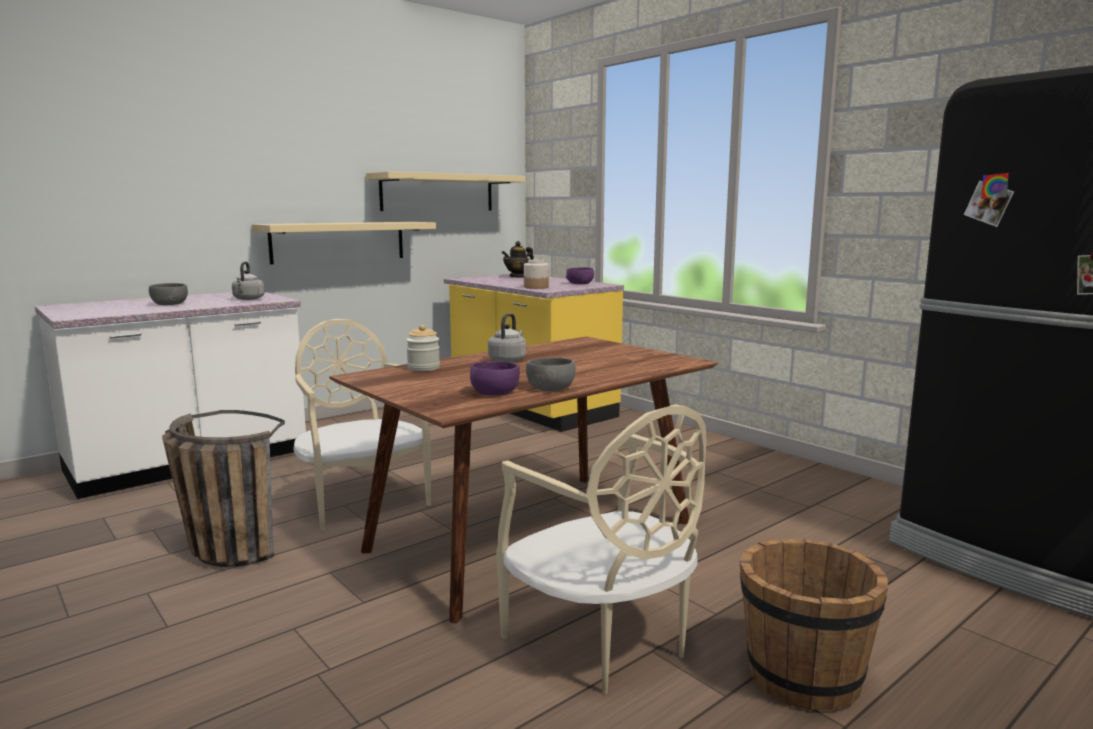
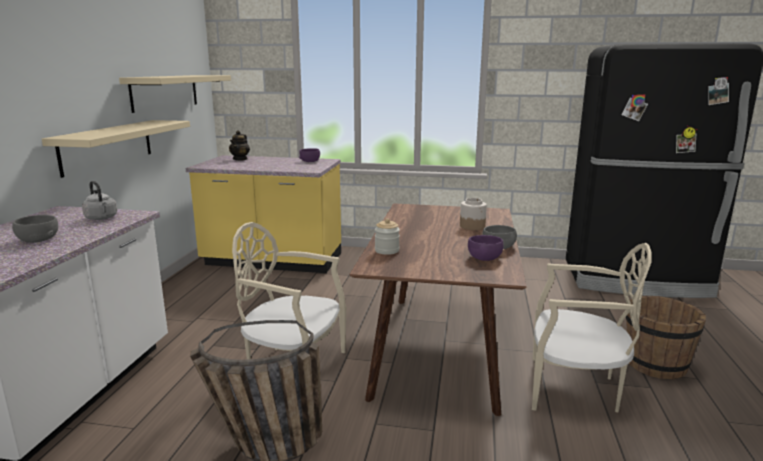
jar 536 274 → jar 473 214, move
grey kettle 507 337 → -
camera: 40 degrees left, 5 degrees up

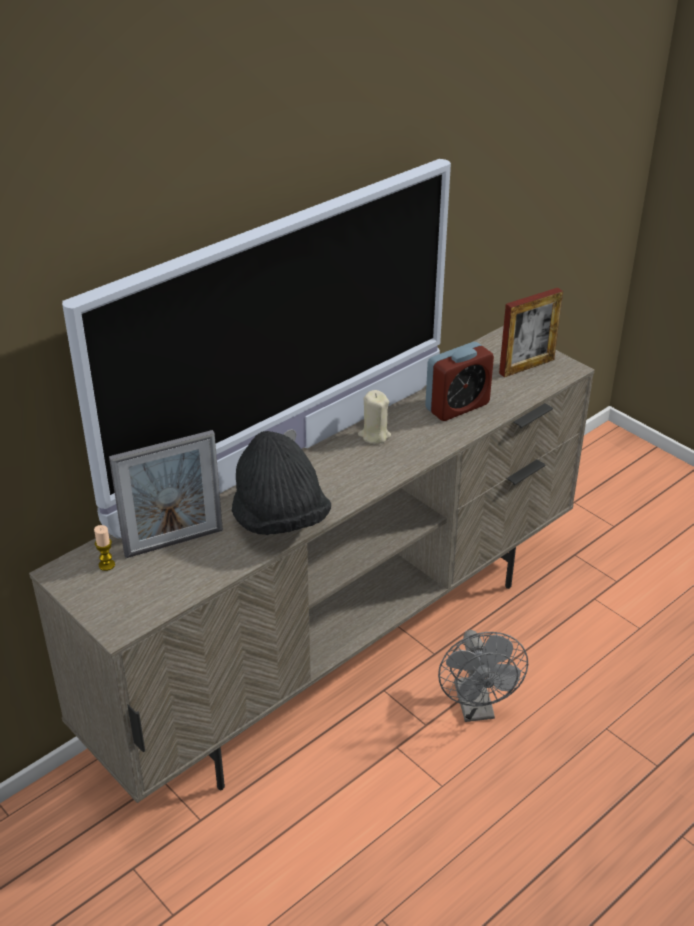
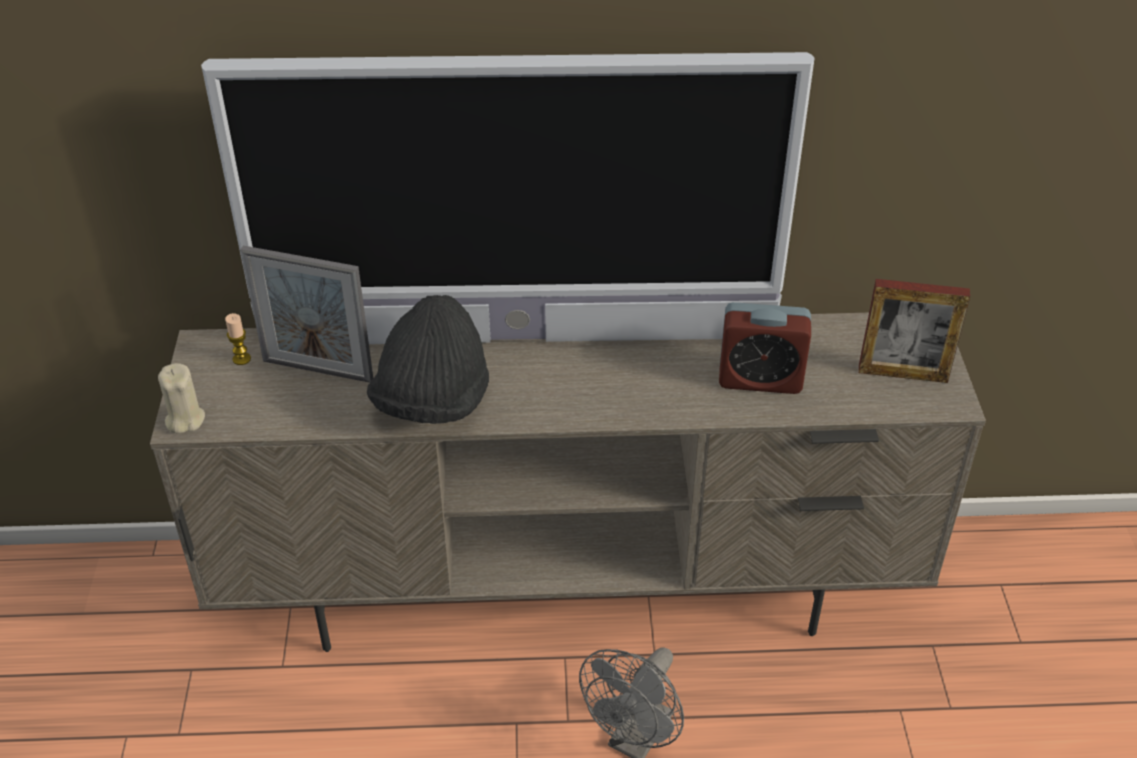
beige candle 374 417 → beige candle 181 398, move
camera: 40 degrees right, 5 degrees up

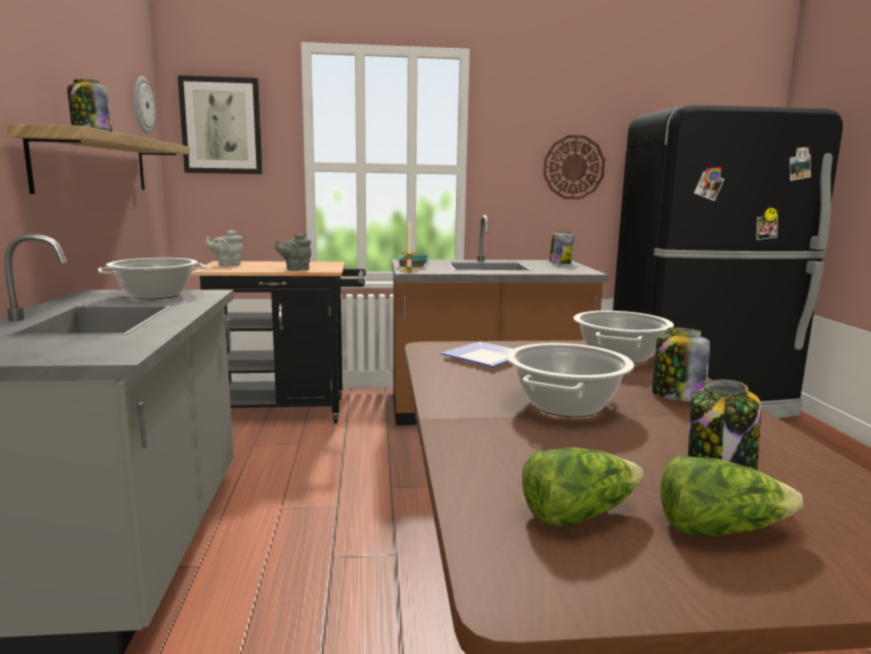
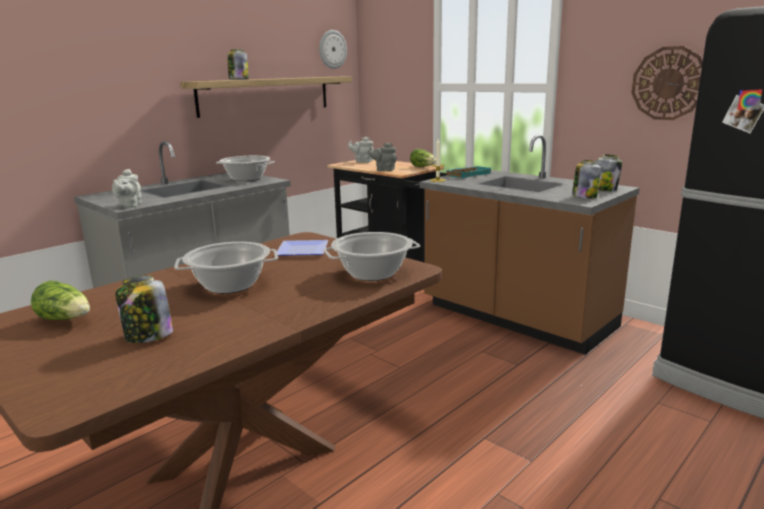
- → grey teapot 127 188
lettuce 732 496 → lettuce 423 158, move
jar 681 364 → jar 586 179, move
picture 220 124 → -
camera: 50 degrees right, 5 degrees up

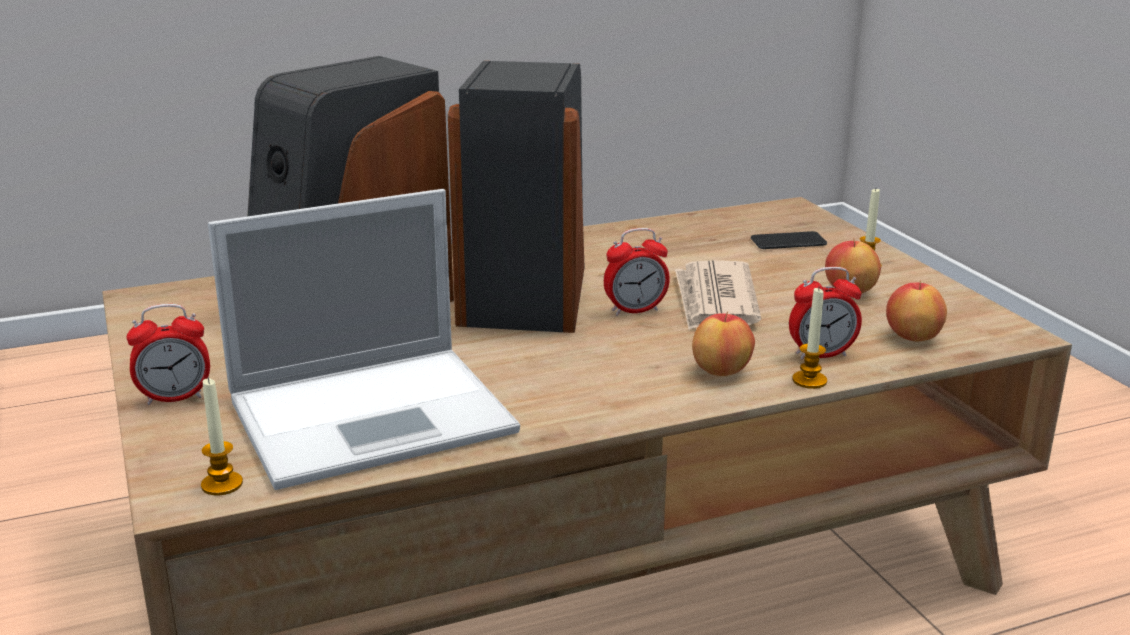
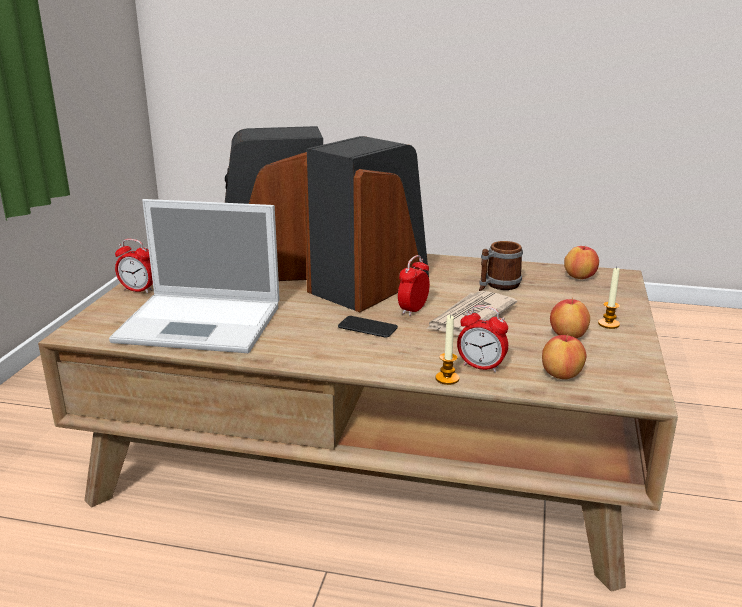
phone 789 240 → phone 368 326, move
alarm clock 637 272 → alarm clock 414 285, 105 degrees clockwise
- → mug 501 266
apple 723 344 → apple 581 262, move
candle 222 436 → -
camera: 35 degrees right, 0 degrees up

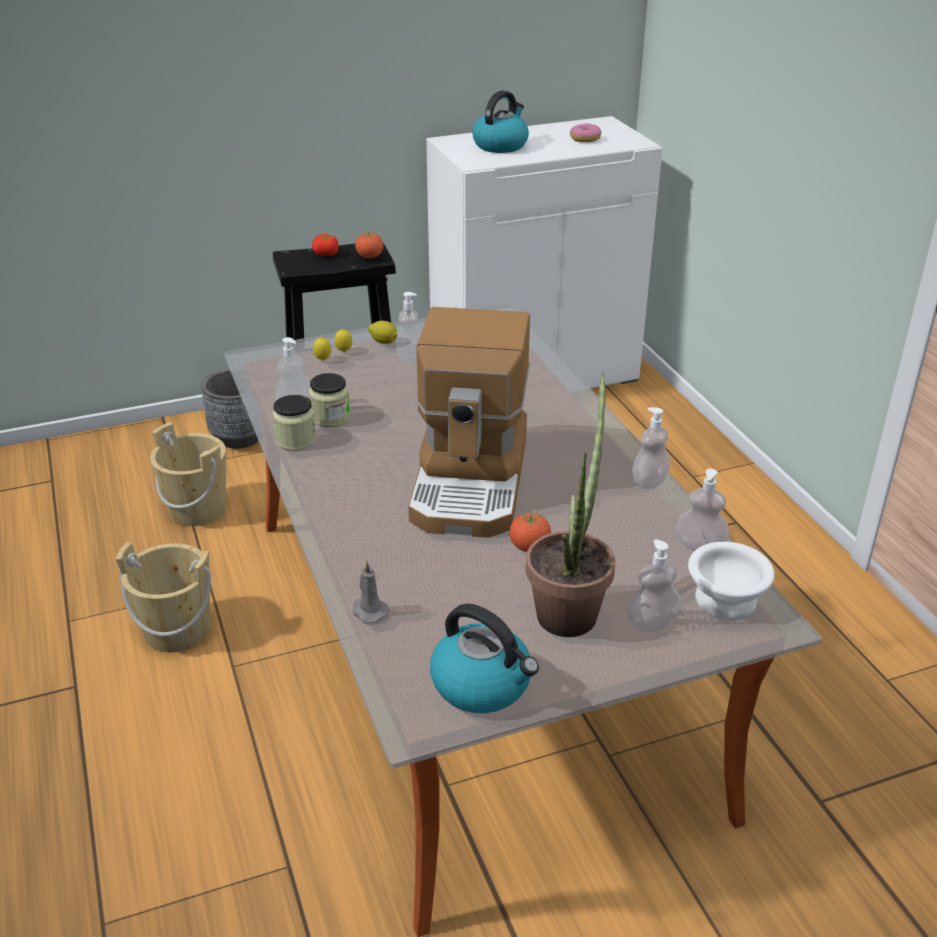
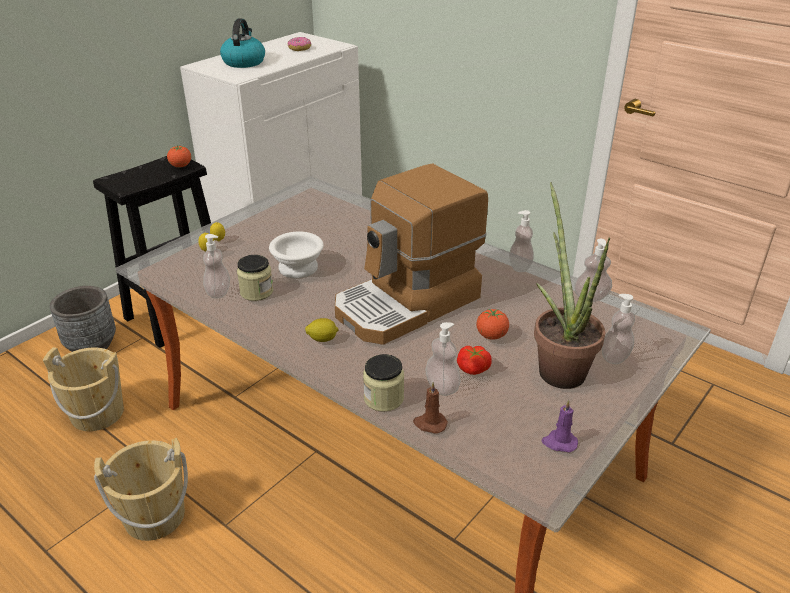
white bowl 731 581 → white bowl 296 255, move
lemon 382 332 → lemon 322 330, move
coffee machine 469 422 → coffee machine 411 254, 75 degrees clockwise
jar 294 423 → jar 383 382, move
grey candle 370 592 → brown candle 430 408
soap dispenser 408 327 → soap dispenser 443 359, move
tomato 325 245 → tomato 474 360, move
kettle 484 658 → purple candle 559 426
camera: 30 degrees left, 0 degrees up

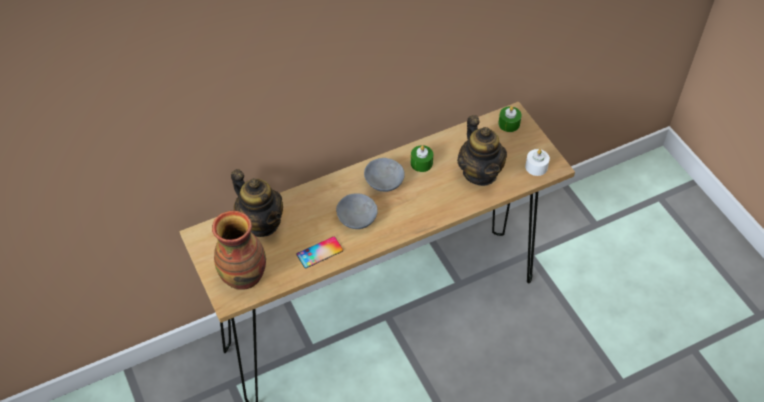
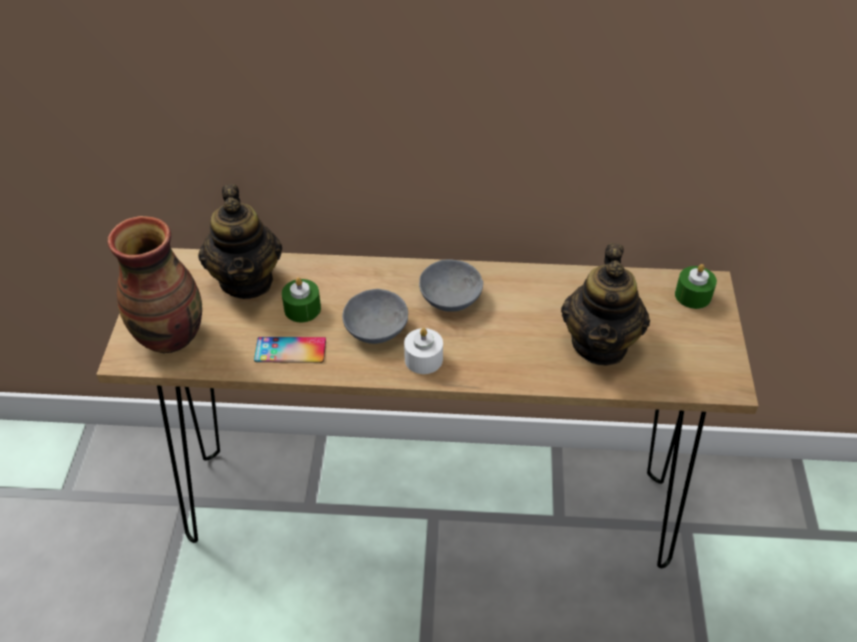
green candle 422 158 → green candle 301 299, move
white candle 537 162 → white candle 423 351, move
camera: 30 degrees right, 5 degrees down

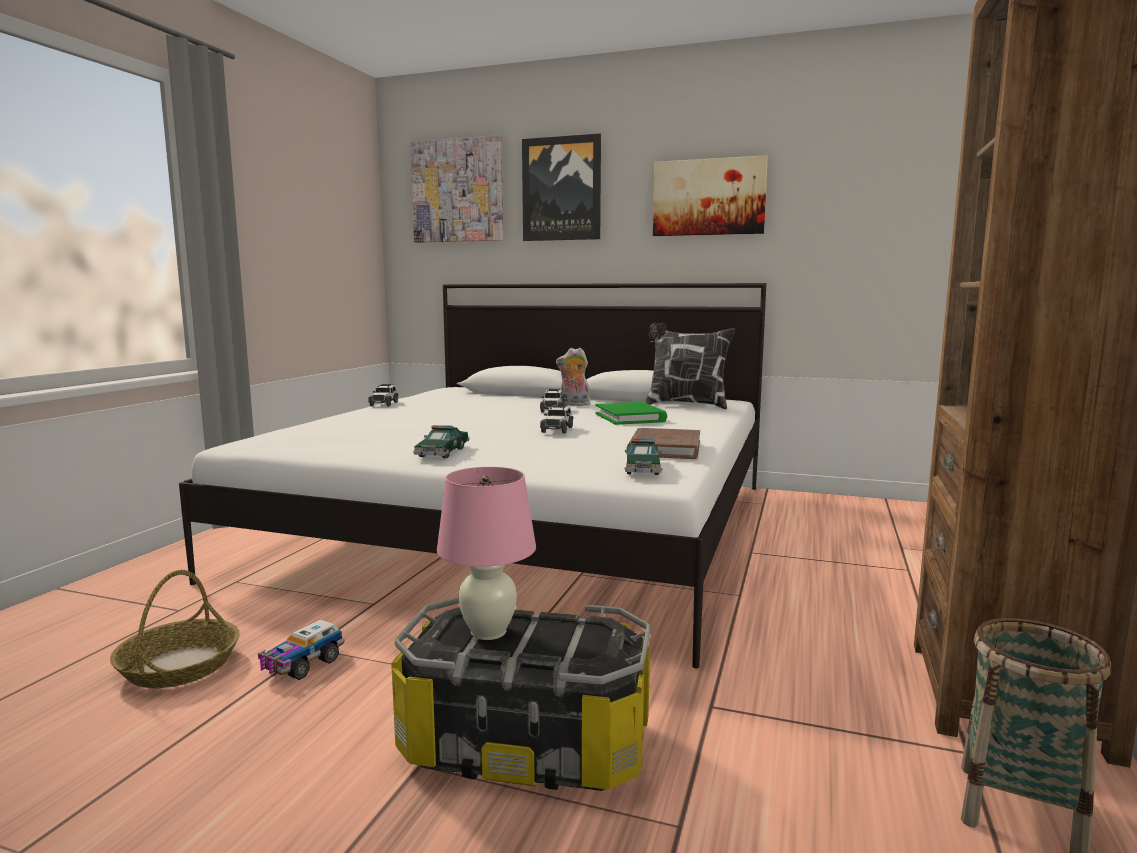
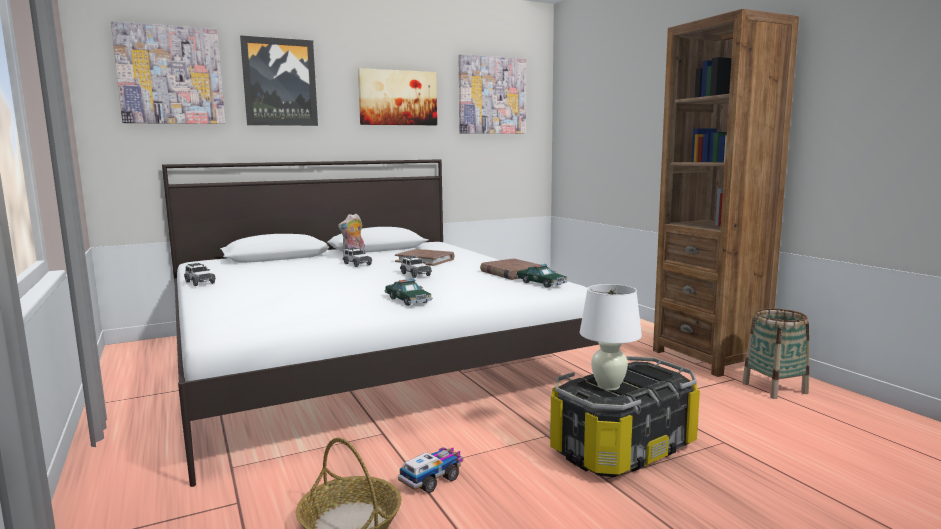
green book 631 413 → brown book 424 257
toy truck 301 650 → toy truck 430 470, 120 degrees counterclockwise
- → picture 492 94
pink table lamp 486 553 → white table lamp 611 337
pillow 690 366 → -
camera: 45 degrees left, 0 degrees up

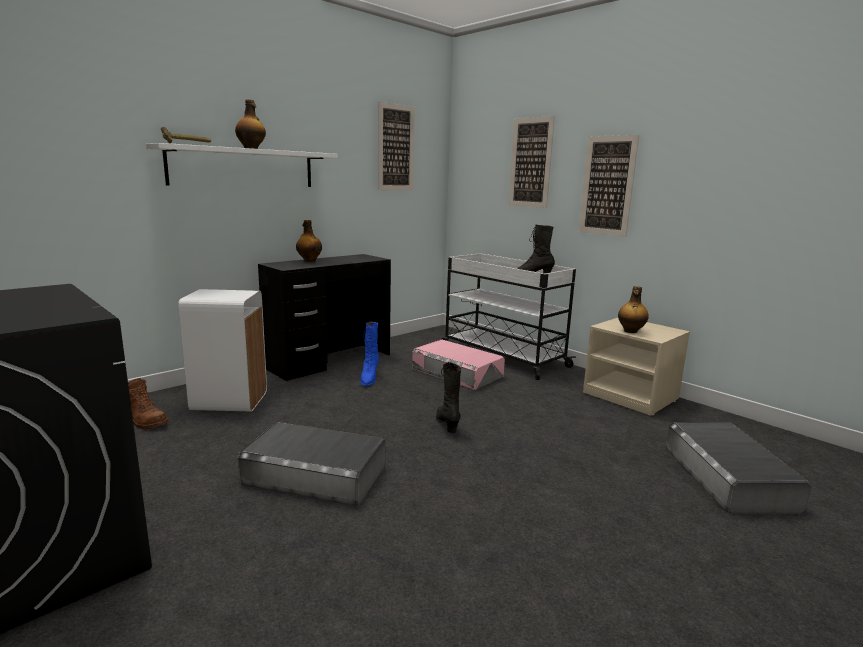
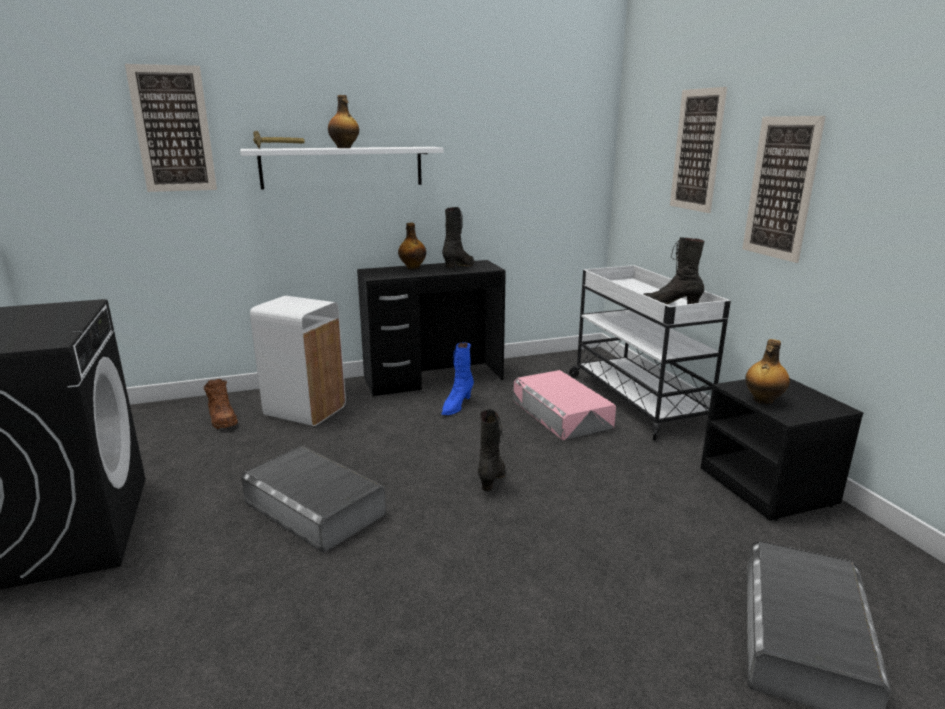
picture 396 146 → picture 171 128, move
- → black boot 458 237
beige nightstand 636 367 → black nightstand 782 449
camera: 25 degrees right, 5 degrees up

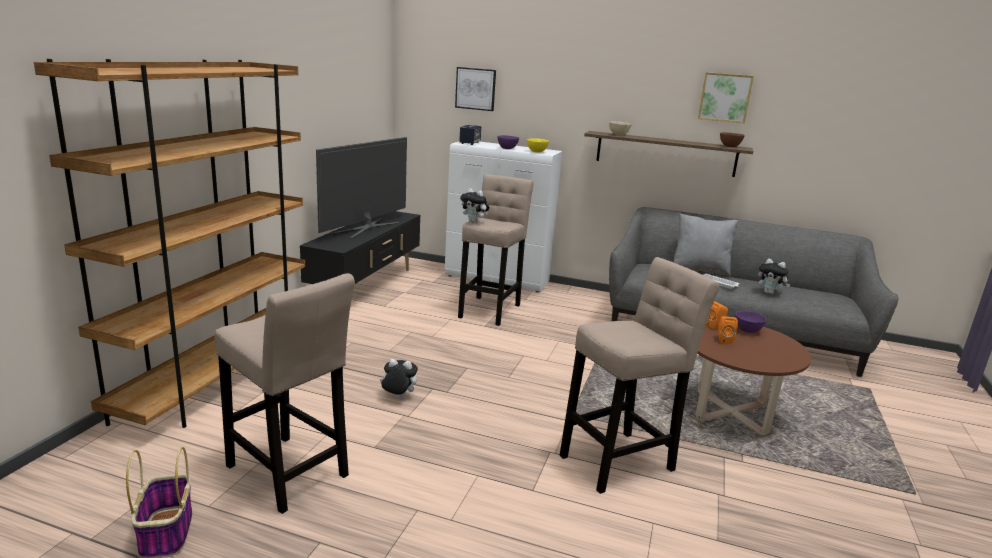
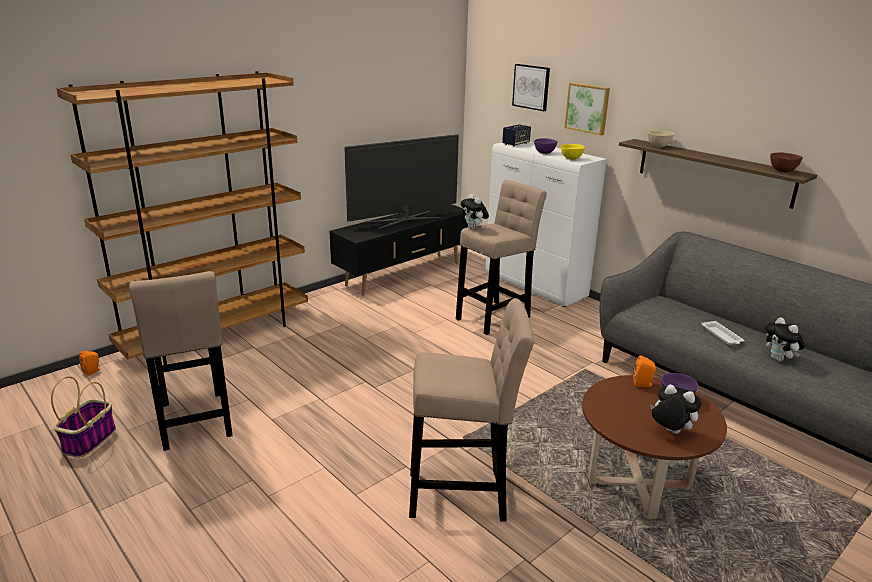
orange speaker 728 330 → orange speaker 89 363, move
picture 726 97 → picture 587 109, move
plush toy 399 378 → plush toy 676 409, move
grey pillow 705 245 → -
camera: 30 degrees right, 5 degrees up

